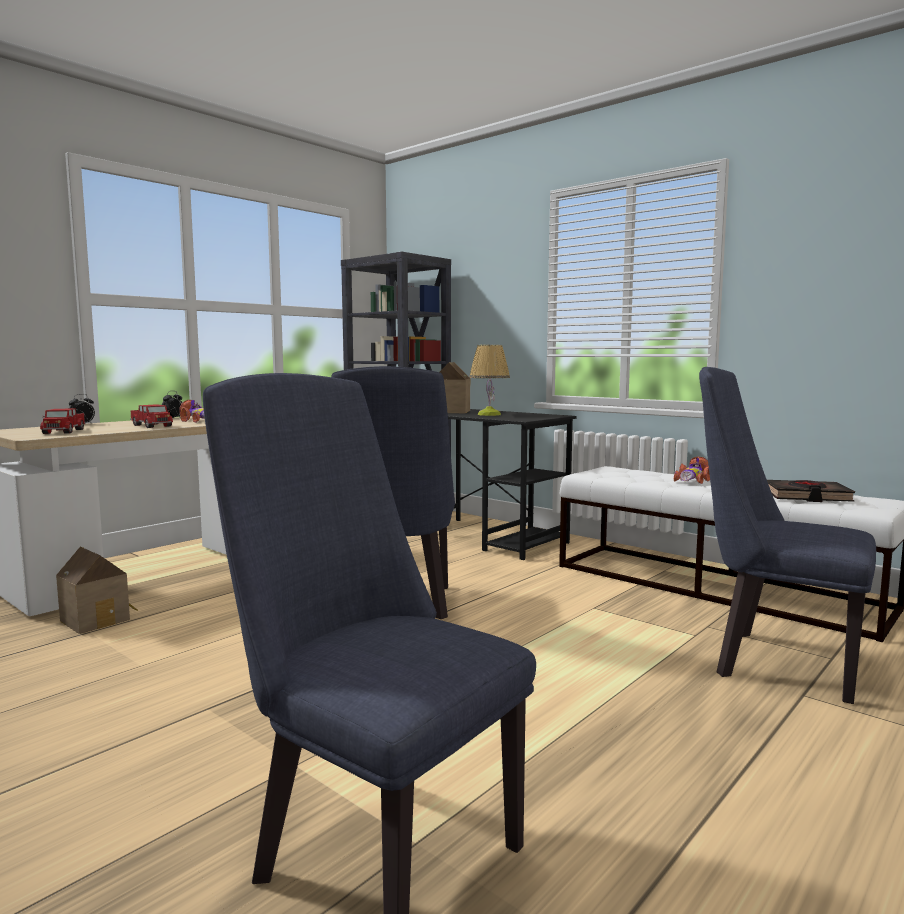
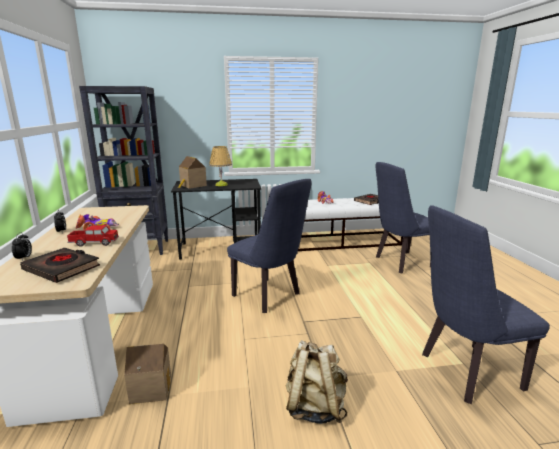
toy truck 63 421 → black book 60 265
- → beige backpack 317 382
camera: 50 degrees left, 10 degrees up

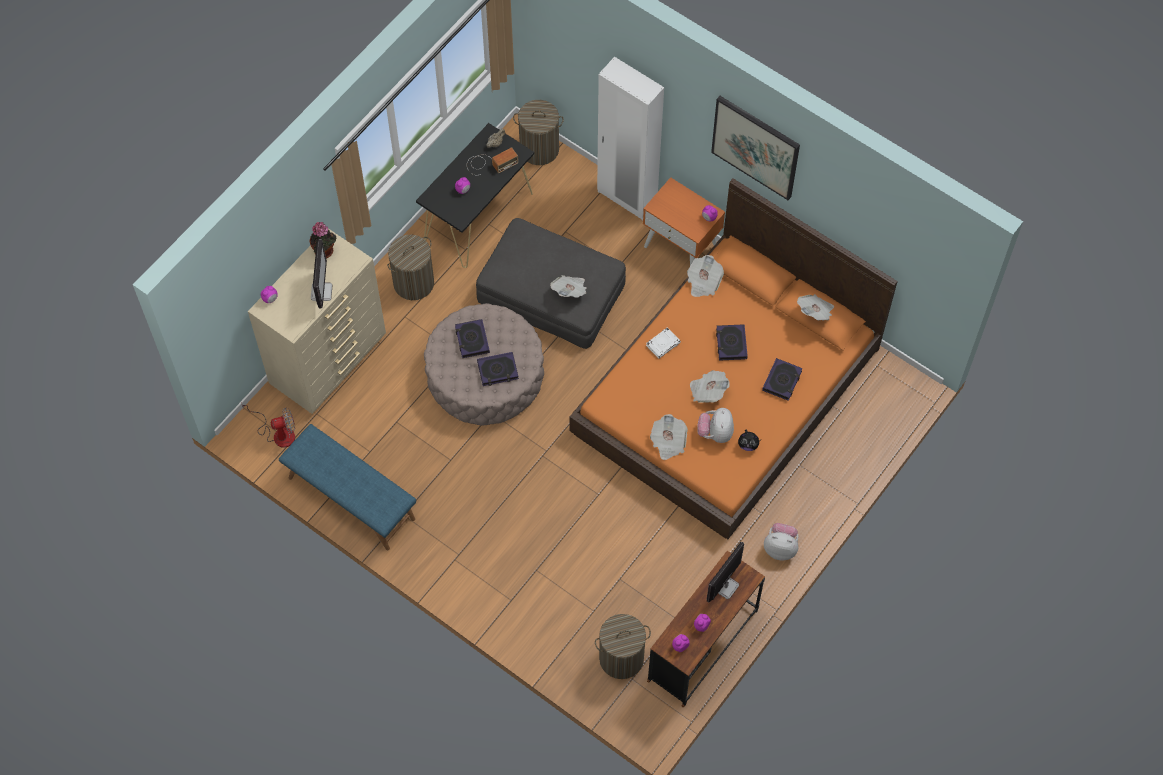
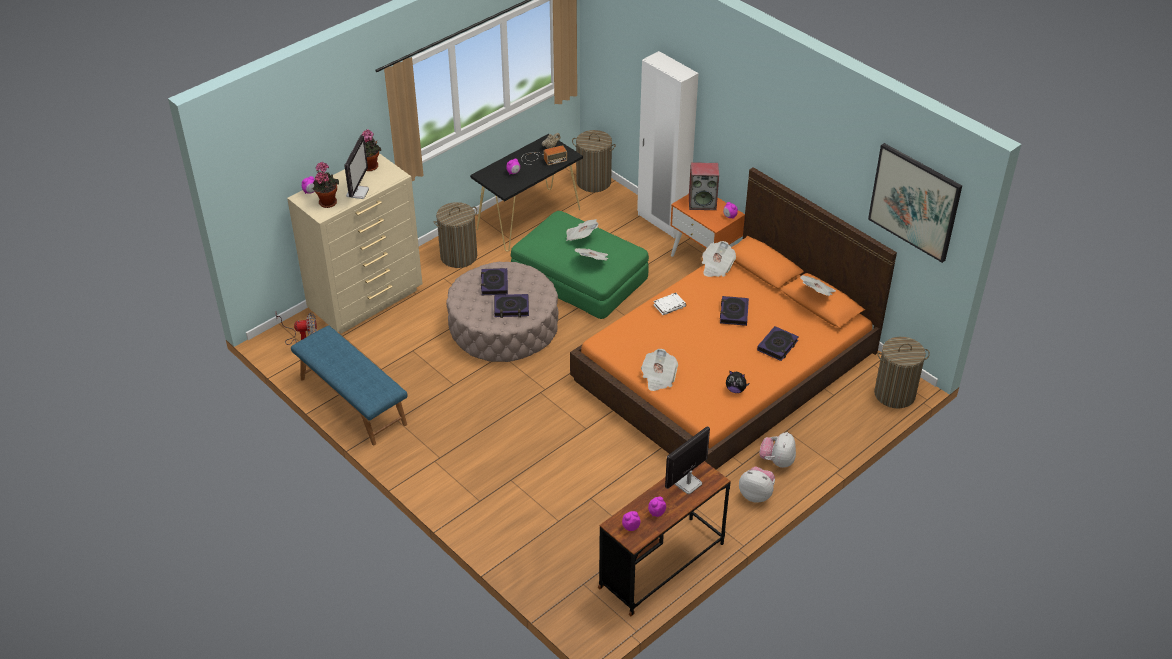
- → potted plant 326 185
grey ottoman 551 283 → green ottoman 580 265
newspaper 710 386 → newspaper 582 230, move
- → speaker 704 186
plush toy 715 425 → plush toy 777 450, move
picture 755 148 → picture 915 203, move
laundry basket 623 646 → laundry basket 902 372, move
camera: 10 degrees right, 20 degrees down

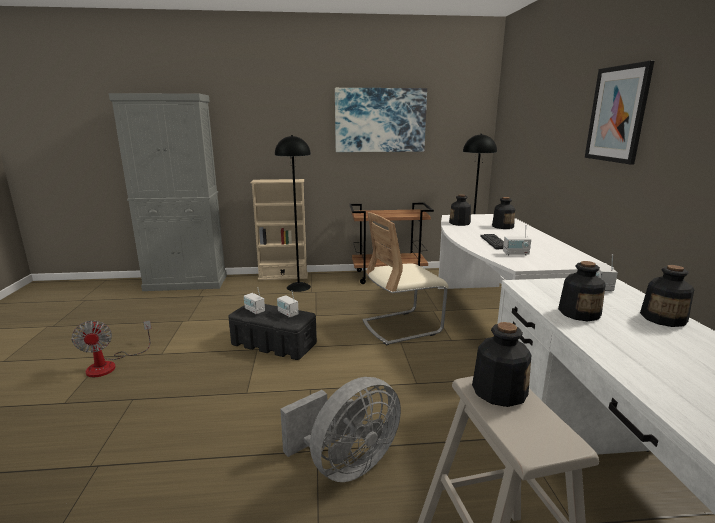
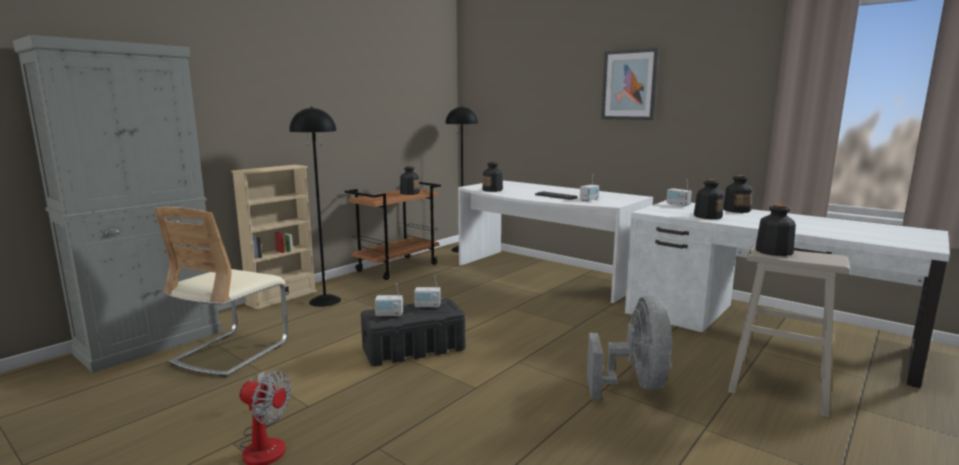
beige chair 405 278 → beige chair 221 292, move
bottle 503 213 → bottle 410 180, move
picture 381 120 → -
camera: 45 degrees left, 5 degrees down

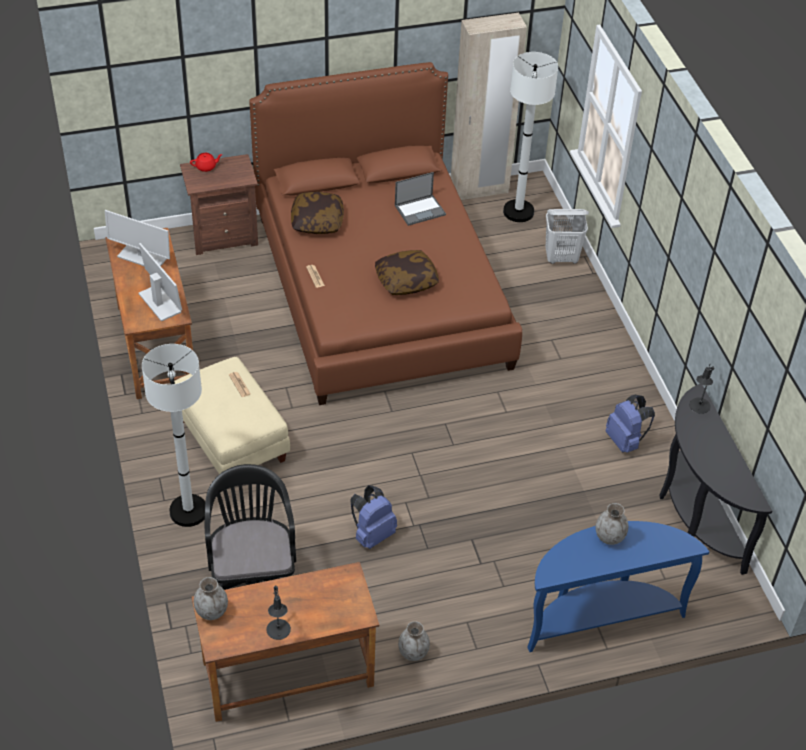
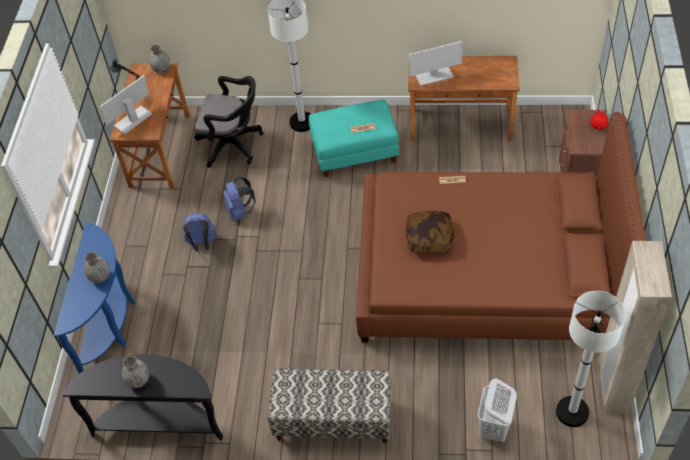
monitor 137 238 → monitor 126 104, move
grey vase 414 641 → grey vase 135 372, move
blue backpack 630 424 → blue backpack 199 232, move
- → bench 329 405
beige ottoman 232 415 → turquoise ottoman 354 138
pillow 317 213 → -
laptop 420 199 → -
black table lamp 701 389 → -
camera: 115 degrees right, 5 degrees up

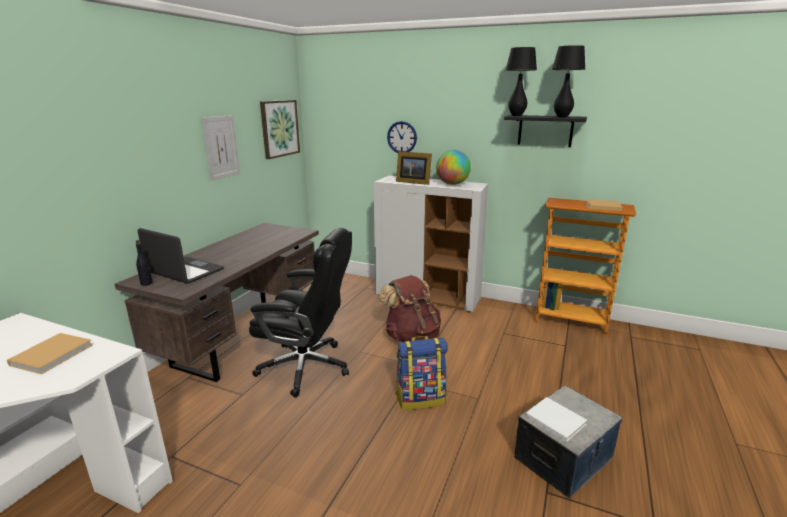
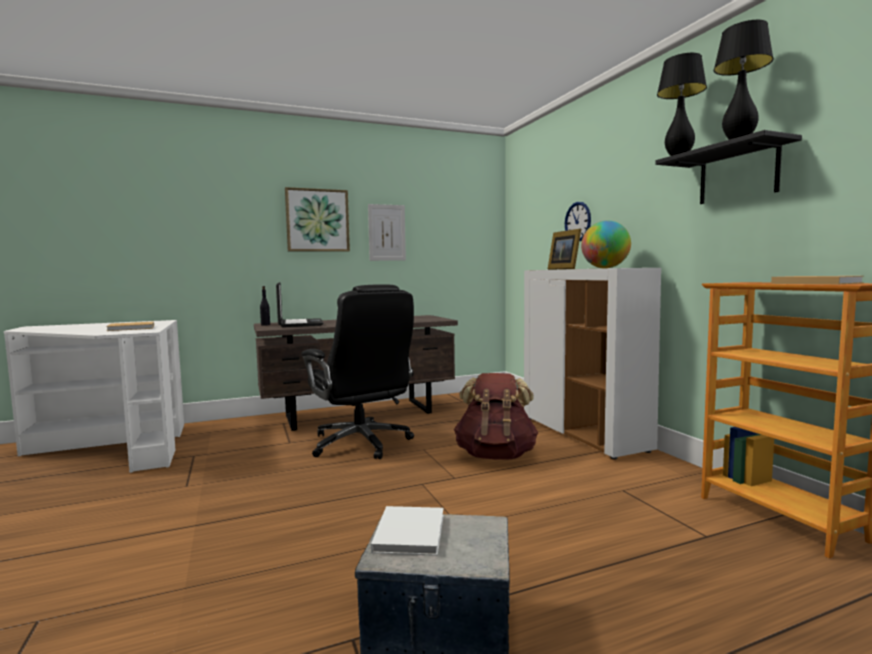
picture 280 129 → picture 317 219, move
backpack 422 373 → -
camera: 45 degrees right, 15 degrees down

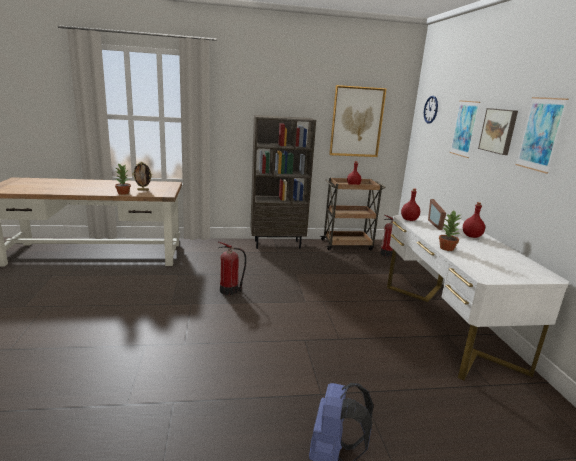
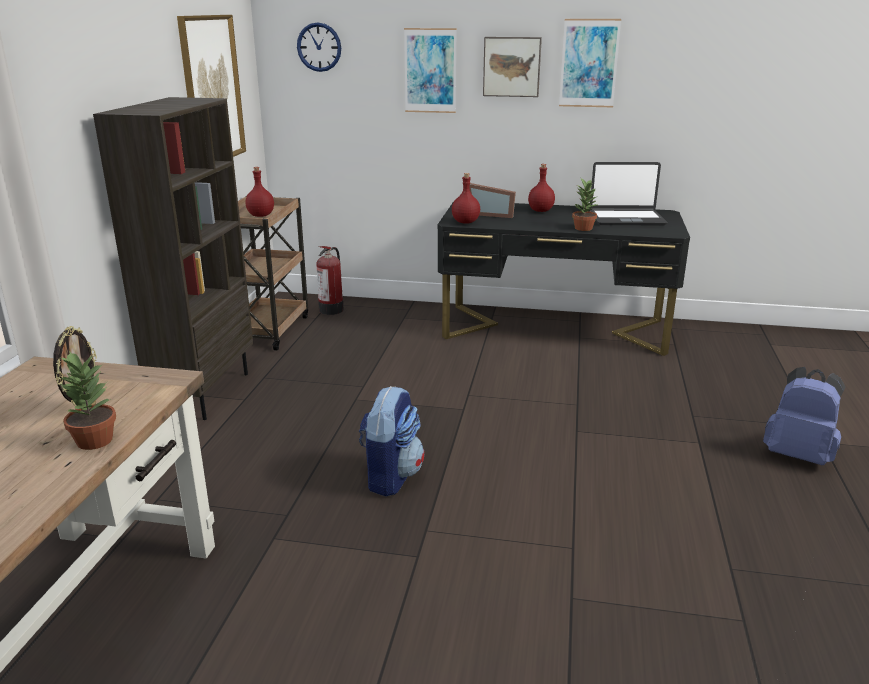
fire extinguisher 232 268 → backpack 392 441
white desk 478 297 → black desk 564 279
- → laptop 628 193
camera: 70 degrees left, 5 degrees up

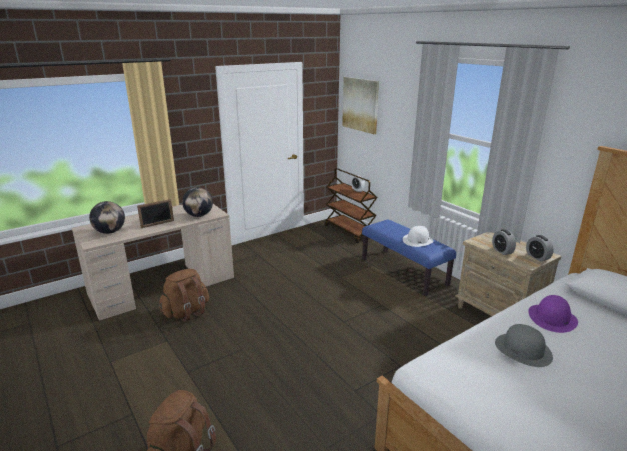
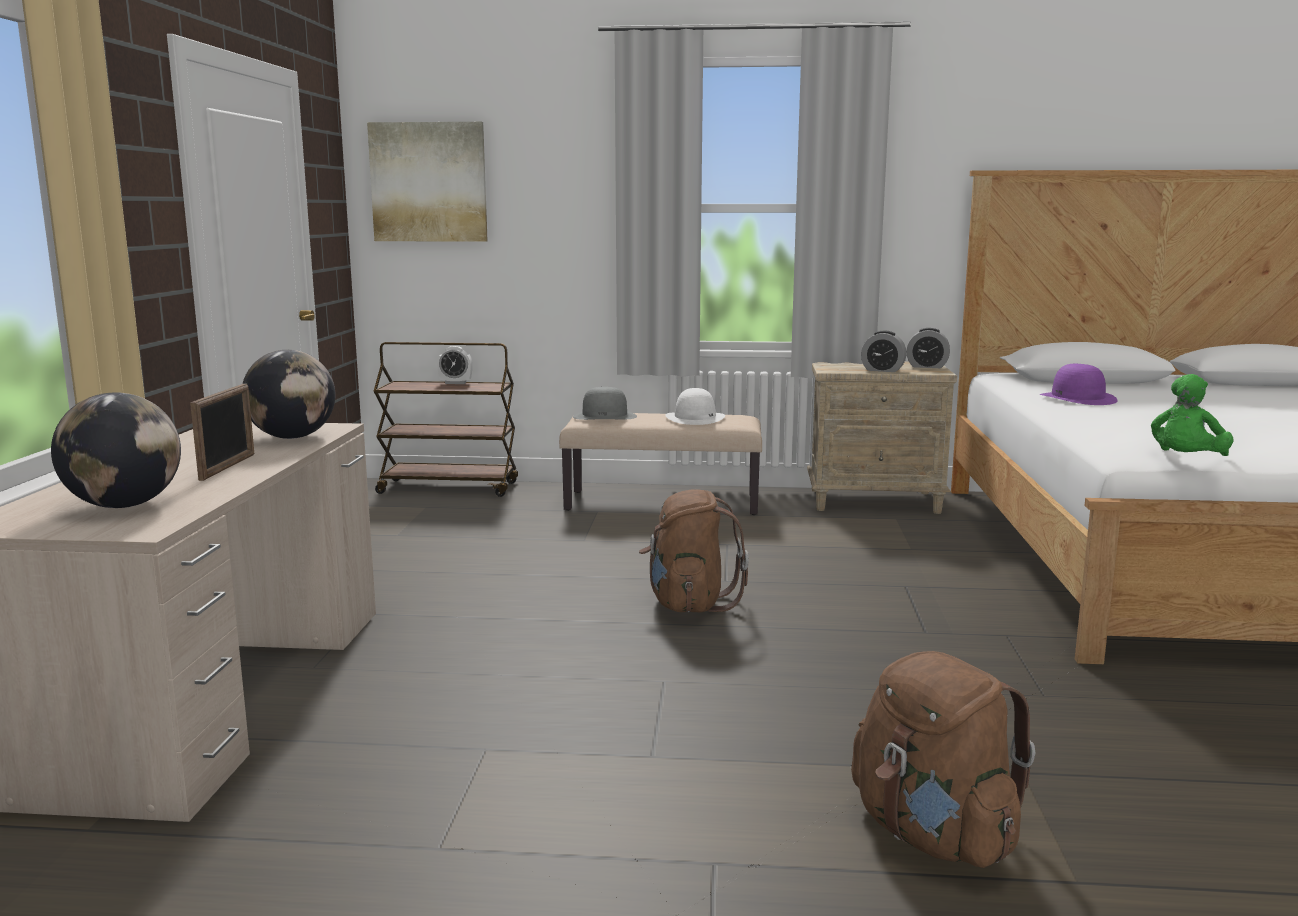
blue bench 409 257 → beige bench 660 464
grey hat 524 345 → grey hat 605 403, move
brown backpack 184 295 → brown backpack 694 550, move
- → green plush toy 1192 415
camera: 50 degrees left, 10 degrees down

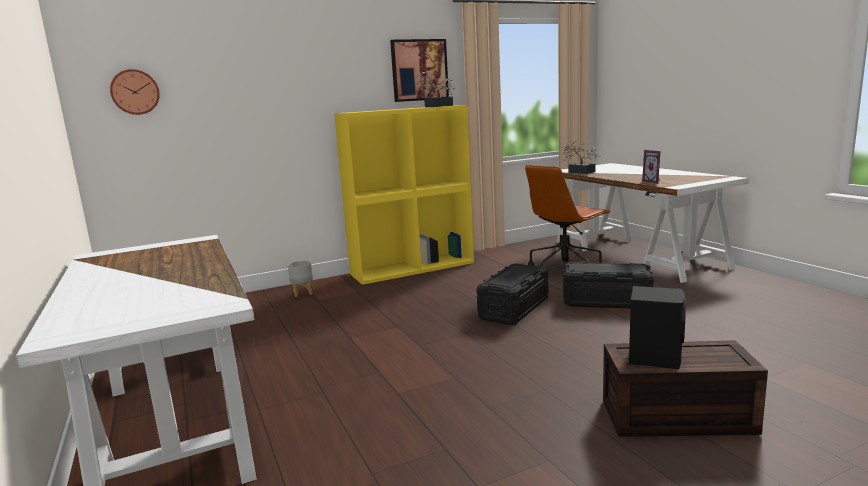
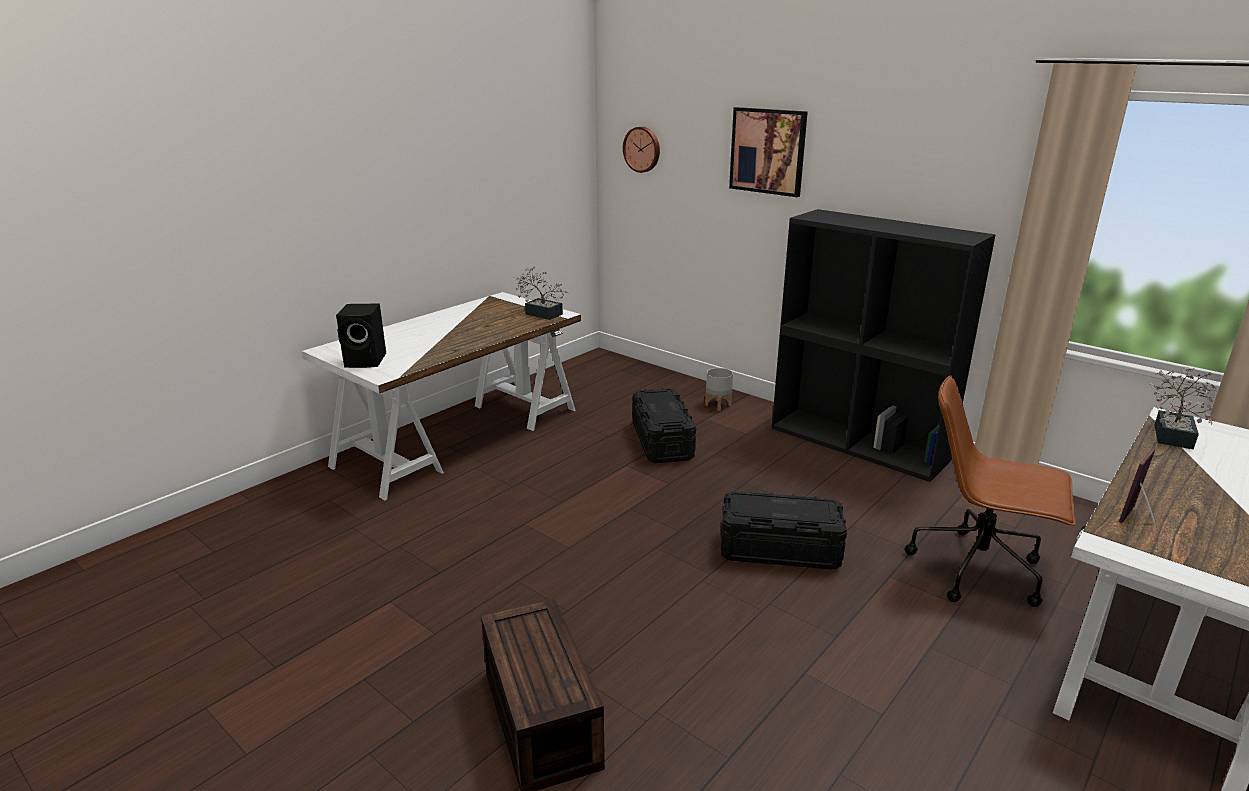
black speaker 657 328 → black speaker 361 335, move
potted plant 435 89 → potted plant 540 293, move
black storage box 608 285 → black storage box 664 425, move
picture 419 70 → picture 768 152, move
yellow bookcase 404 195 → black bookcase 884 345
camera: 65 degrees right, 10 degrees up

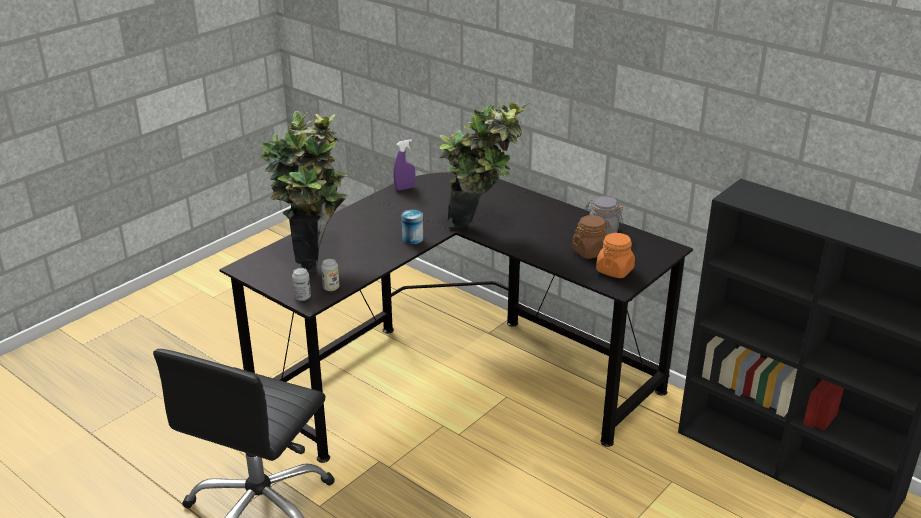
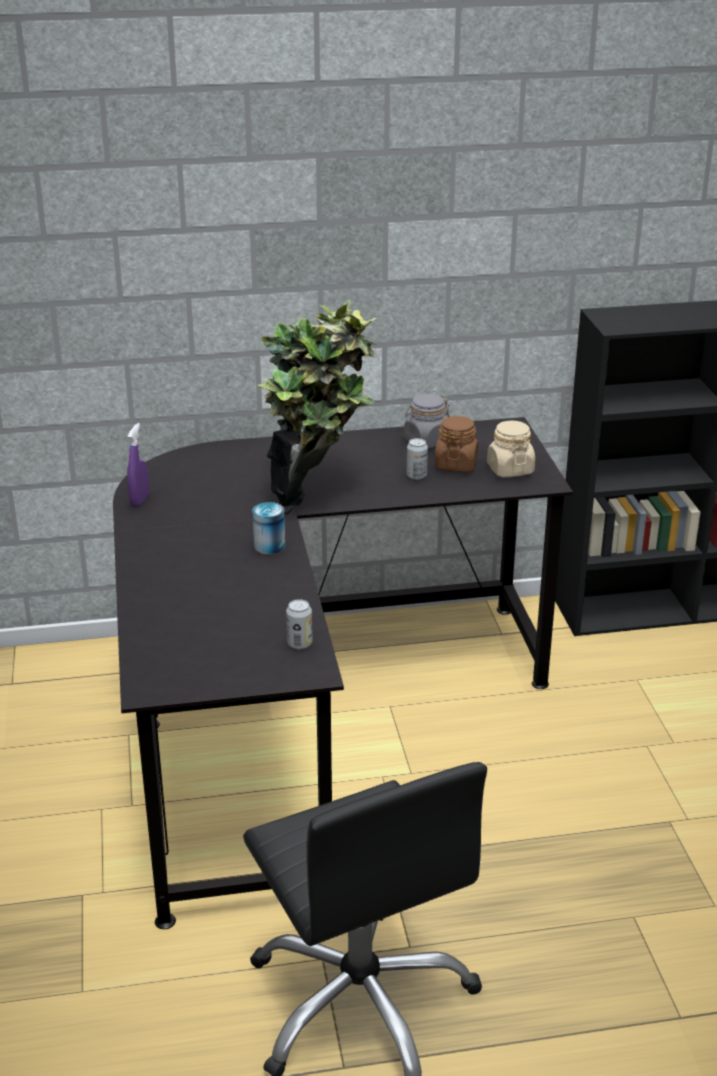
can 301 284 → can 417 459, move
orange jar 615 255 → beige jar 511 449
potted plant 304 192 → -
camera: 50 degrees left, 0 degrees up

